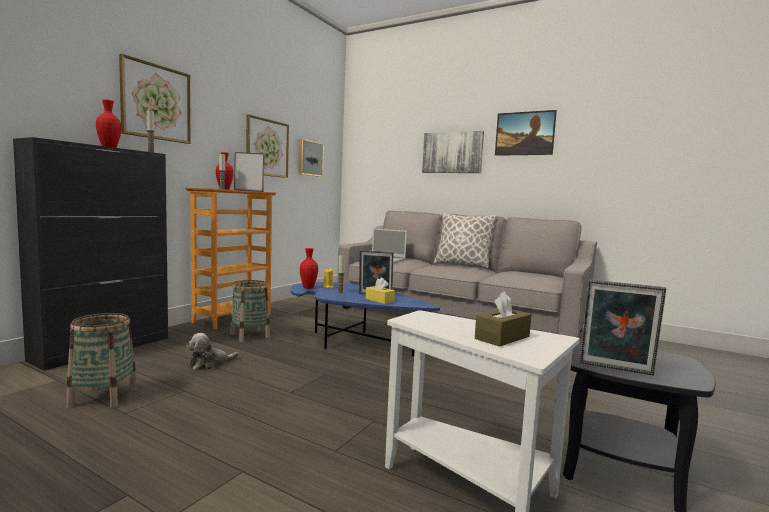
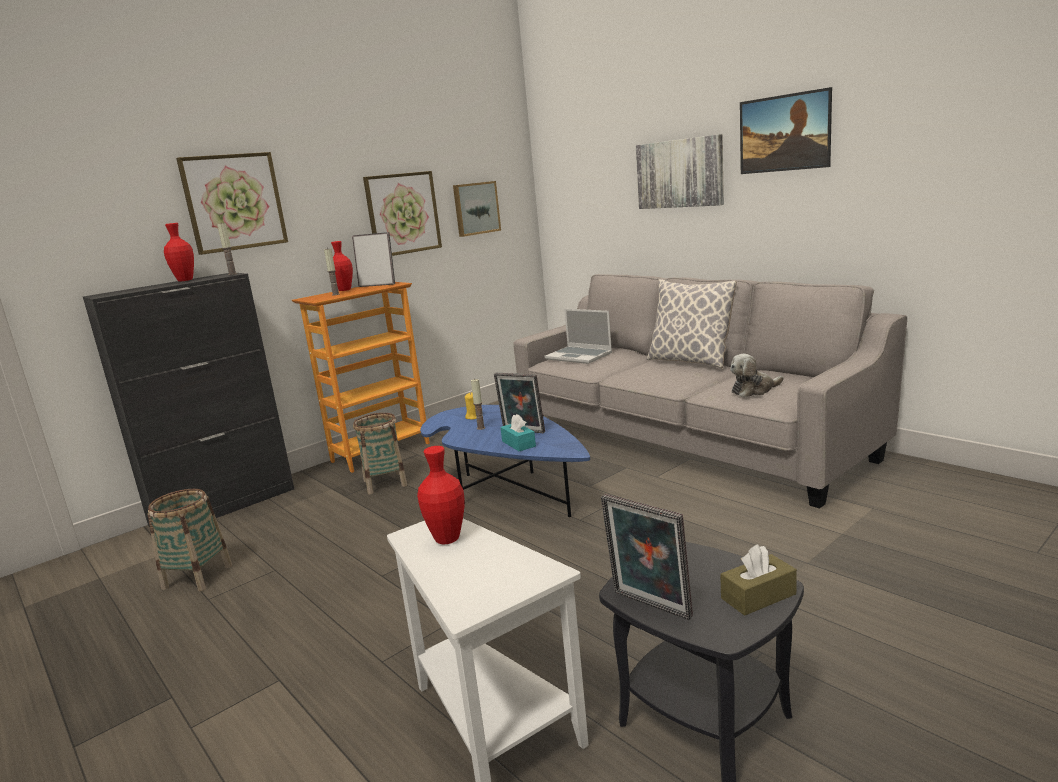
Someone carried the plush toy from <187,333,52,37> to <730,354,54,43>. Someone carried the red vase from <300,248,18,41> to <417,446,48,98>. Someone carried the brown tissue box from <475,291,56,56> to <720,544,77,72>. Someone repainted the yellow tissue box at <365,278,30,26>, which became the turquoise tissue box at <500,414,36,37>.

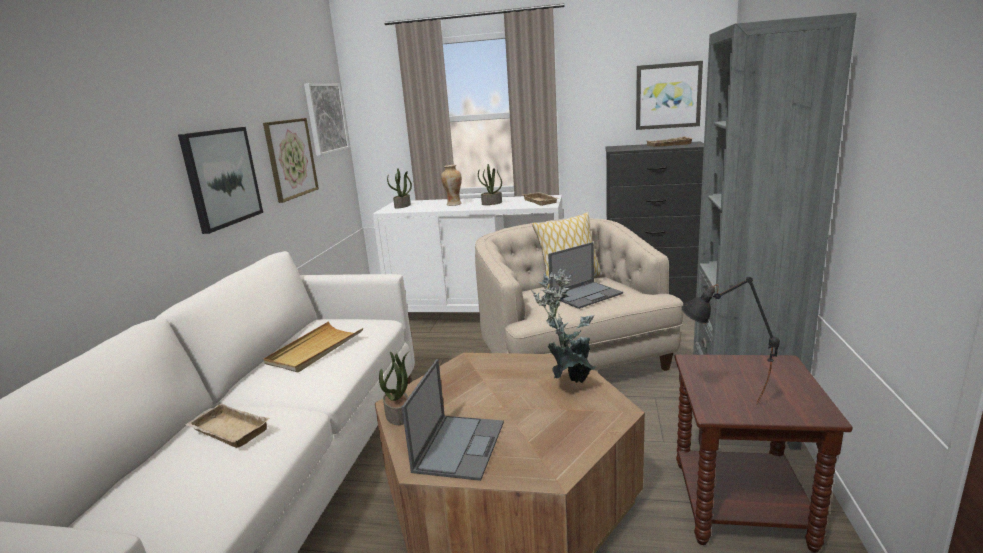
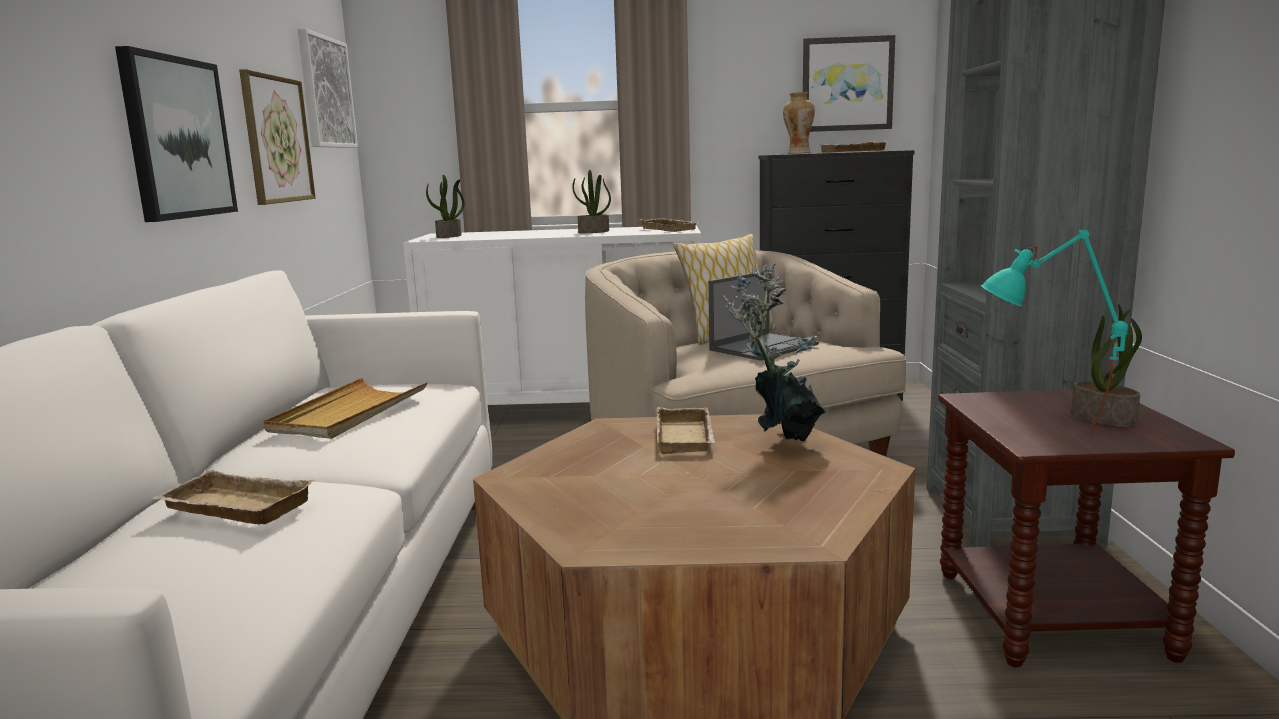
Someone took away the laptop at <402,359,102,122>. Someone put down the beige tray at <657,407,58,47>. Someone carried the potted plant from <379,352,30,73> to <1071,304,71,123>. Someone carried the vase from <441,165,21,41> to <783,92,32,62>. Someone repainted the black table lamp at <681,277,99,127>, which became the turquoise table lamp at <981,230,147,205>.

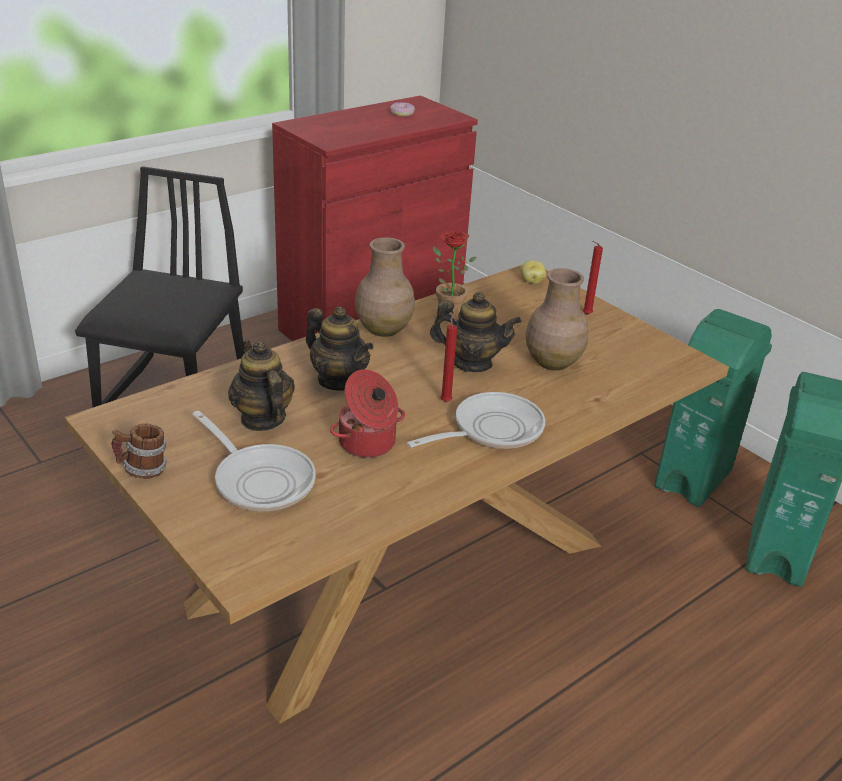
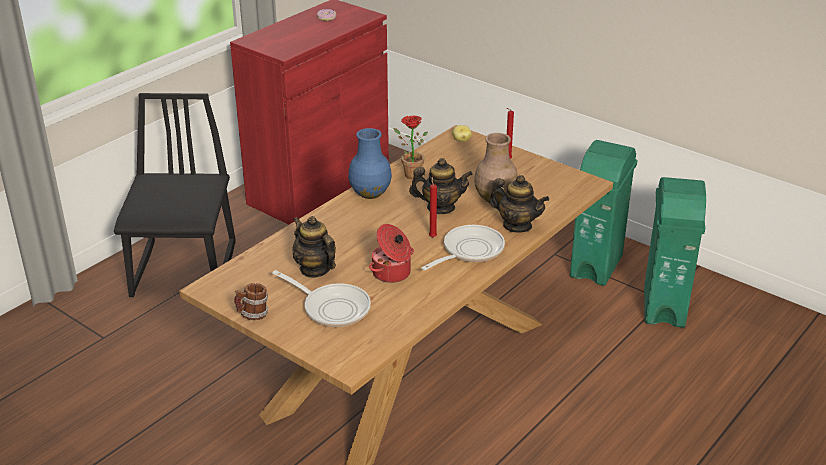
Someone carried the teapot from <306,307,68,84> to <489,175,60,58>. Someone repainted the brown vase at <355,238,60,99>, which became the blue vase at <348,128,44,71>.

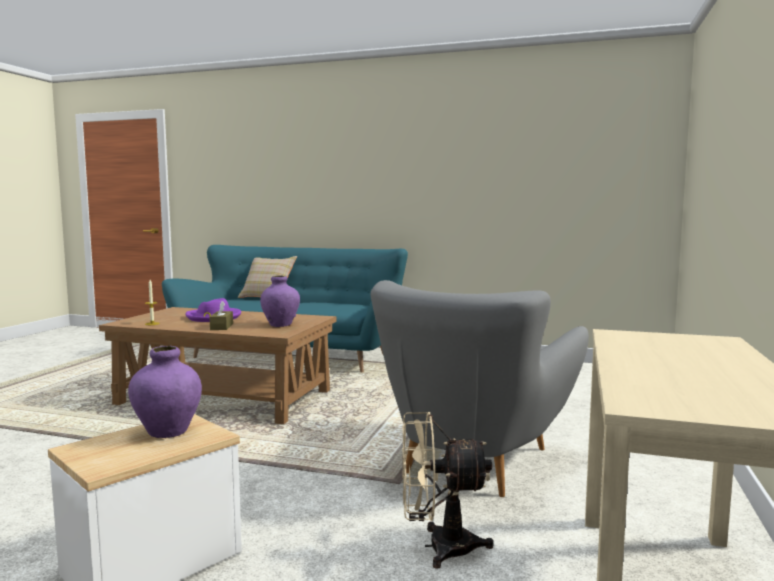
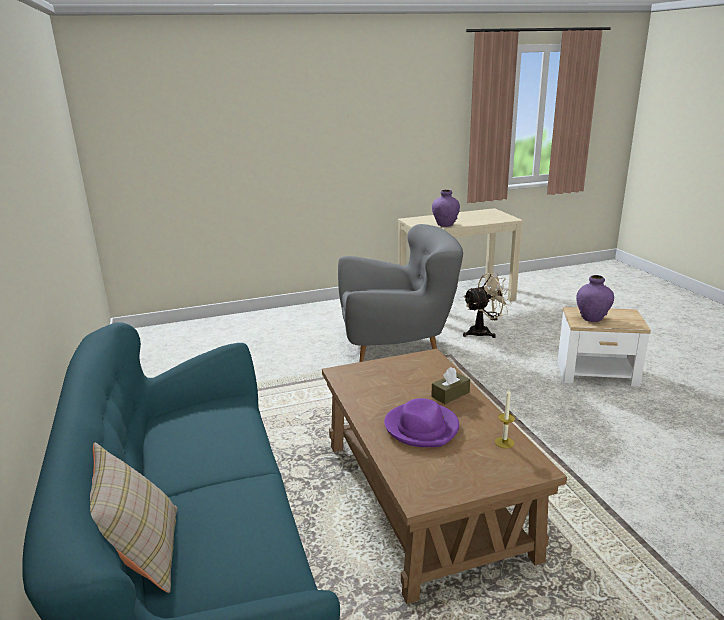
Someone carried the purple vase from <260,275,40,52> to <432,190,28,37>. Someone rotated the beige fan at <402,412,92,157> by 75 degrees counterclockwise.

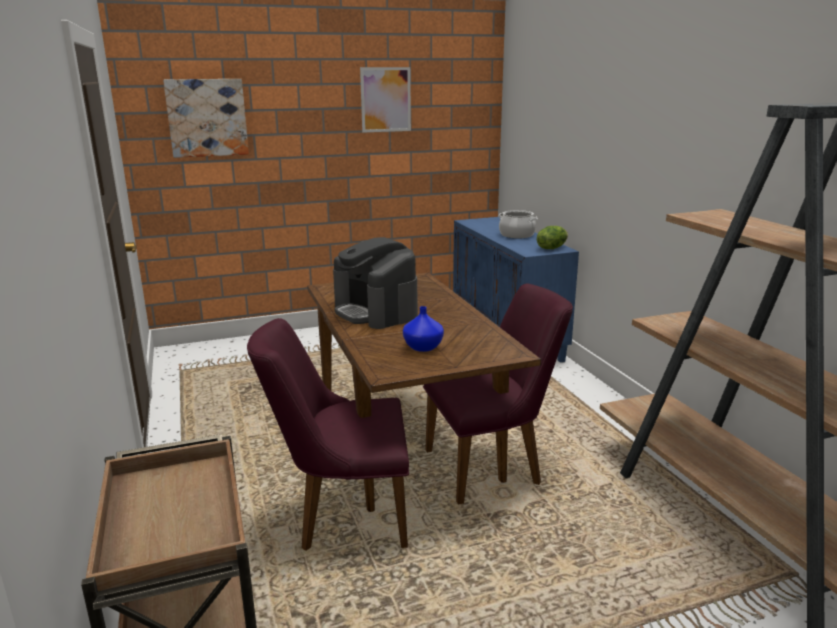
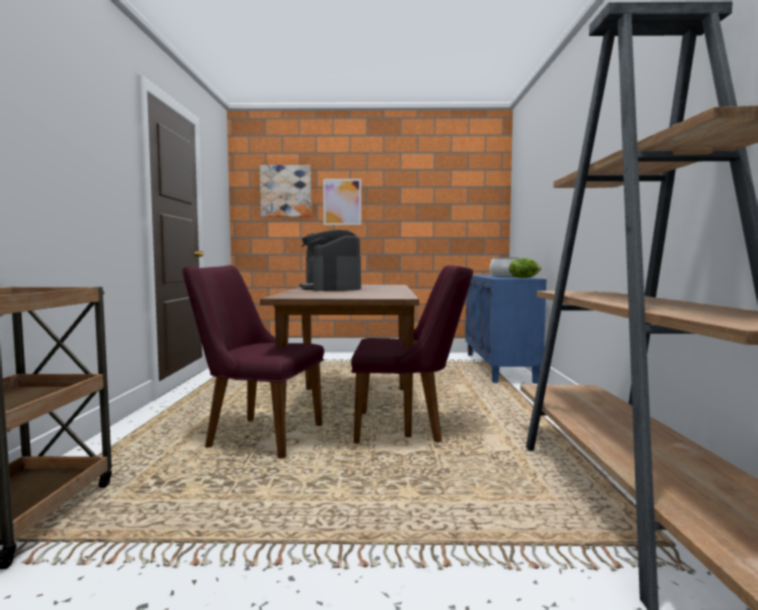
Someone took away the blue vase at <403,306,41,46>. Someone carried the picture from <360,67,51,66> to <323,179,38,46>.

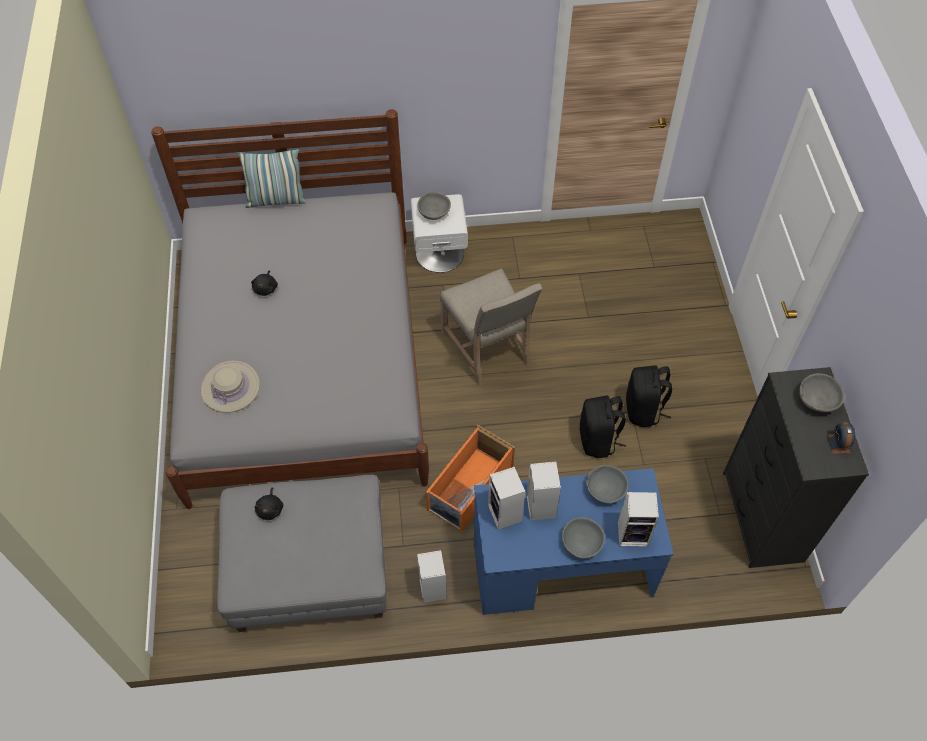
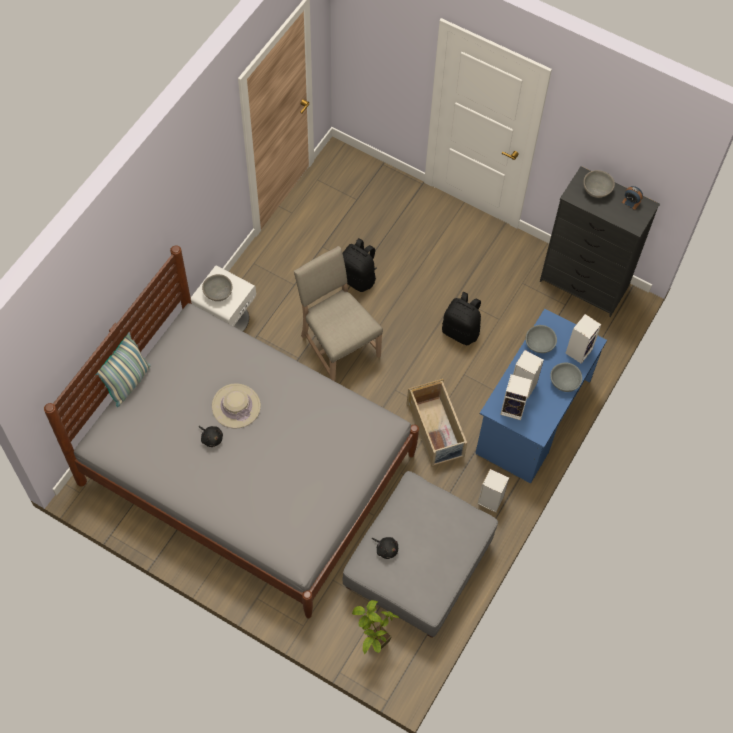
Someone put down the potted plant at <352,600,47,54>. Someone carried the beige hat from <201,361,59,52> to <212,383,49,45>. Someone carried the black backpack from <626,365,46,62> to <342,238,35,54>. Someone repainted the orange storage box at <426,424,89,108>, which became the beige storage box at <407,379,60,88>. Someone rotated the beige chair at <440,268,102,118> by 135 degrees counterclockwise.

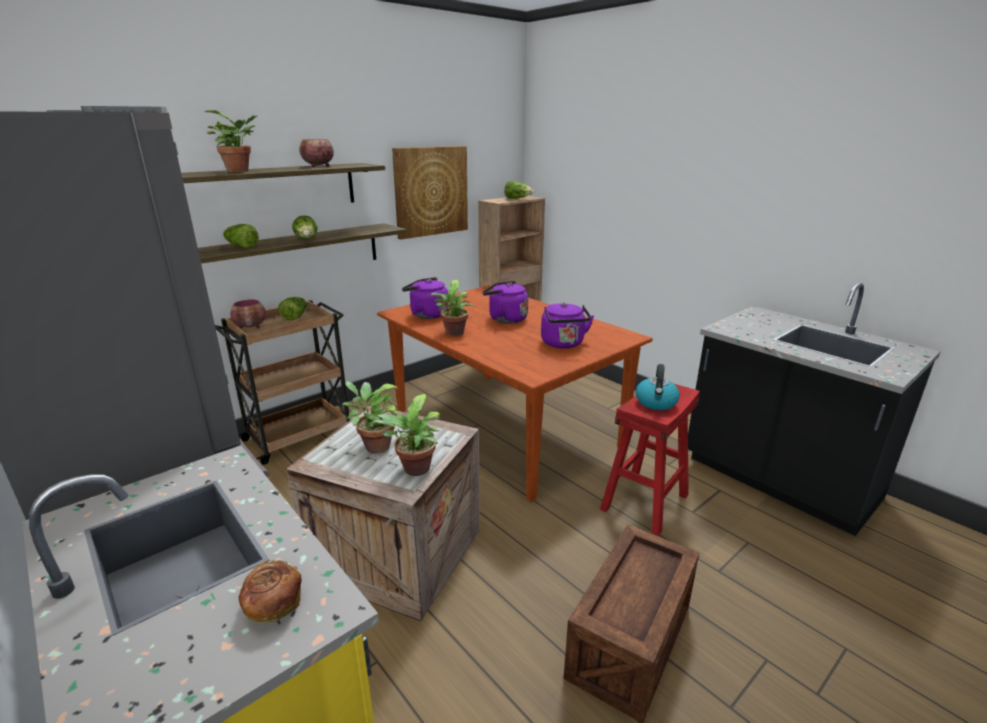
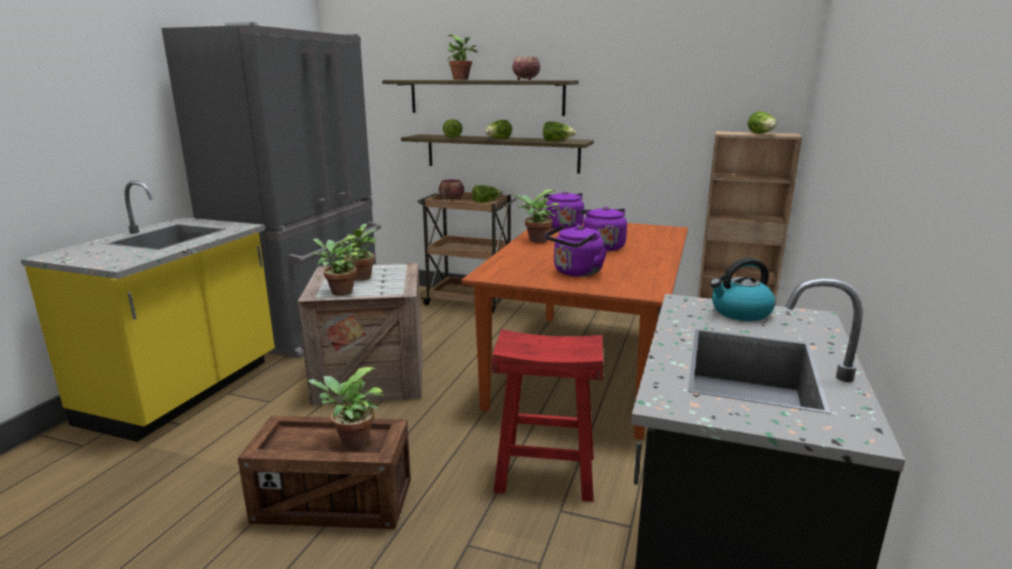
Someone took away the bread at <238,560,64,64>. Someone took away the picture at <392,146,76,94>. Someone put down the potted plant at <307,367,78,81>. Someone put down the lettuce at <543,121,33,20>. Someone carried the kettle from <636,364,44,46> to <710,258,65,63>.

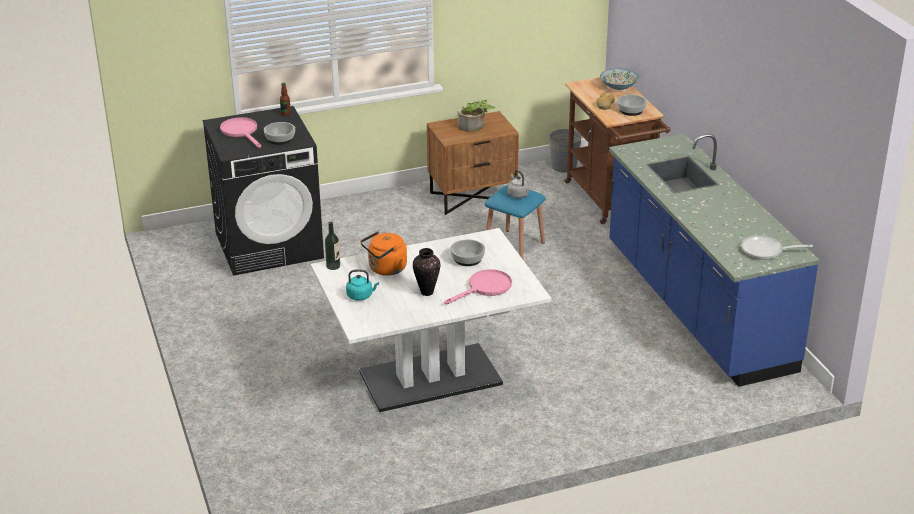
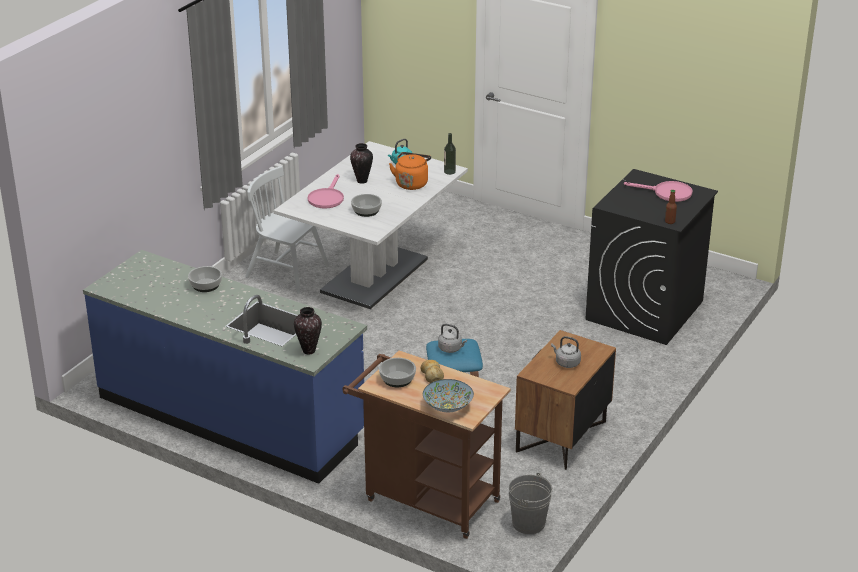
Someone took away the frying pan at <741,235,72,25>. Someone put down the white chair at <245,166,84,128>. Someone put down the vase at <294,307,28,48>. Someone carried the bowl from <264,122,31,23> to <188,266,34,26>. Someone swapped the potted plant at <458,99,37,33> for the grey kettle at <551,336,30,32>.

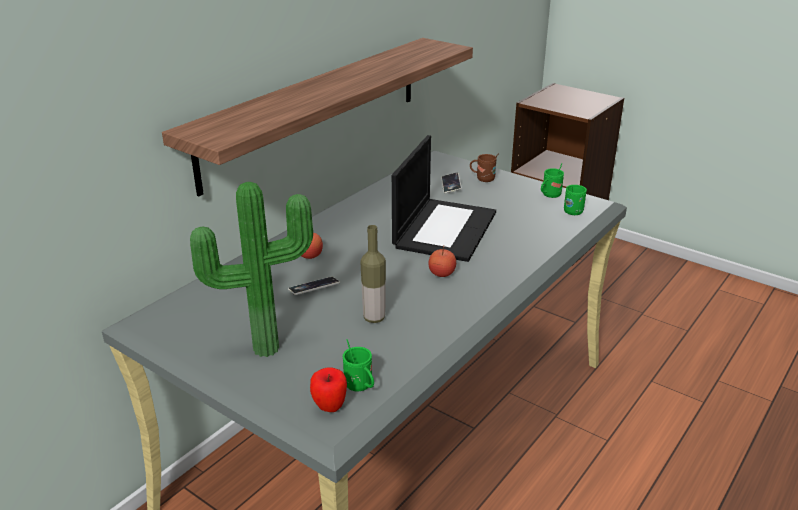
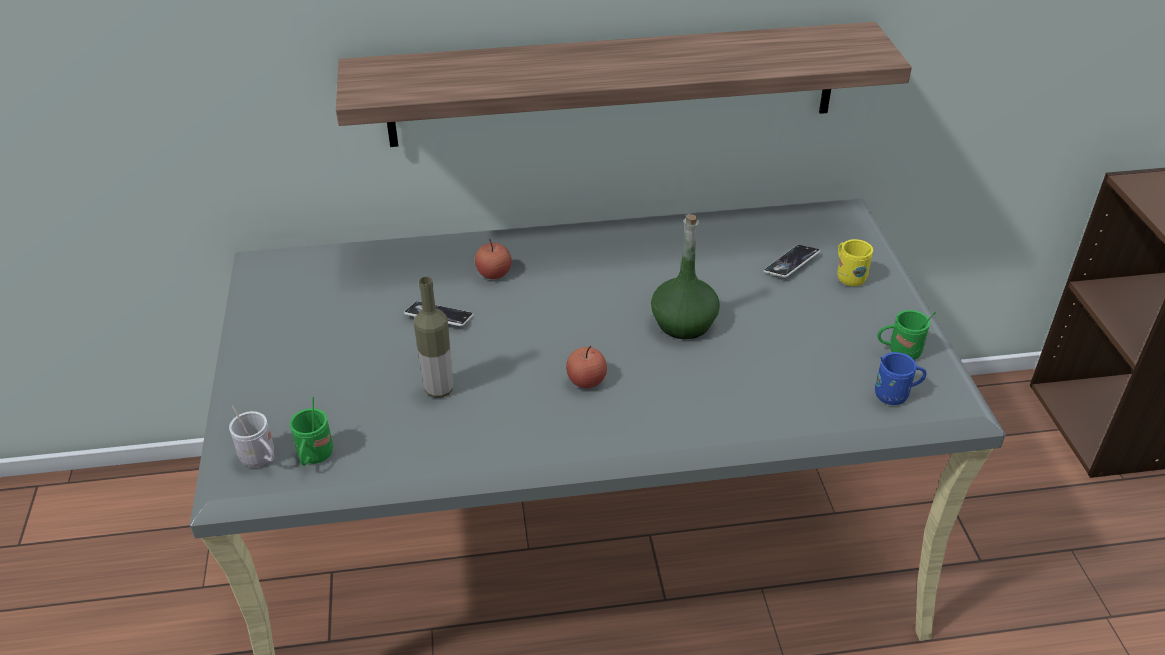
Someone took away the potted plant at <190,182,123,175>. Someone swapped the apple at <310,367,37,45> for the white mug at <229,405,46,62>. Someone swapped the laptop at <392,135,104,127> for the green bottle at <651,214,69,125>. Someone repainted the brown mug at <470,153,29,29>, which became the yellow mug at <837,239,36,47>. Someone repainted the green mug at <564,185,23,30>, which became the blue mug at <875,352,51,53>.

